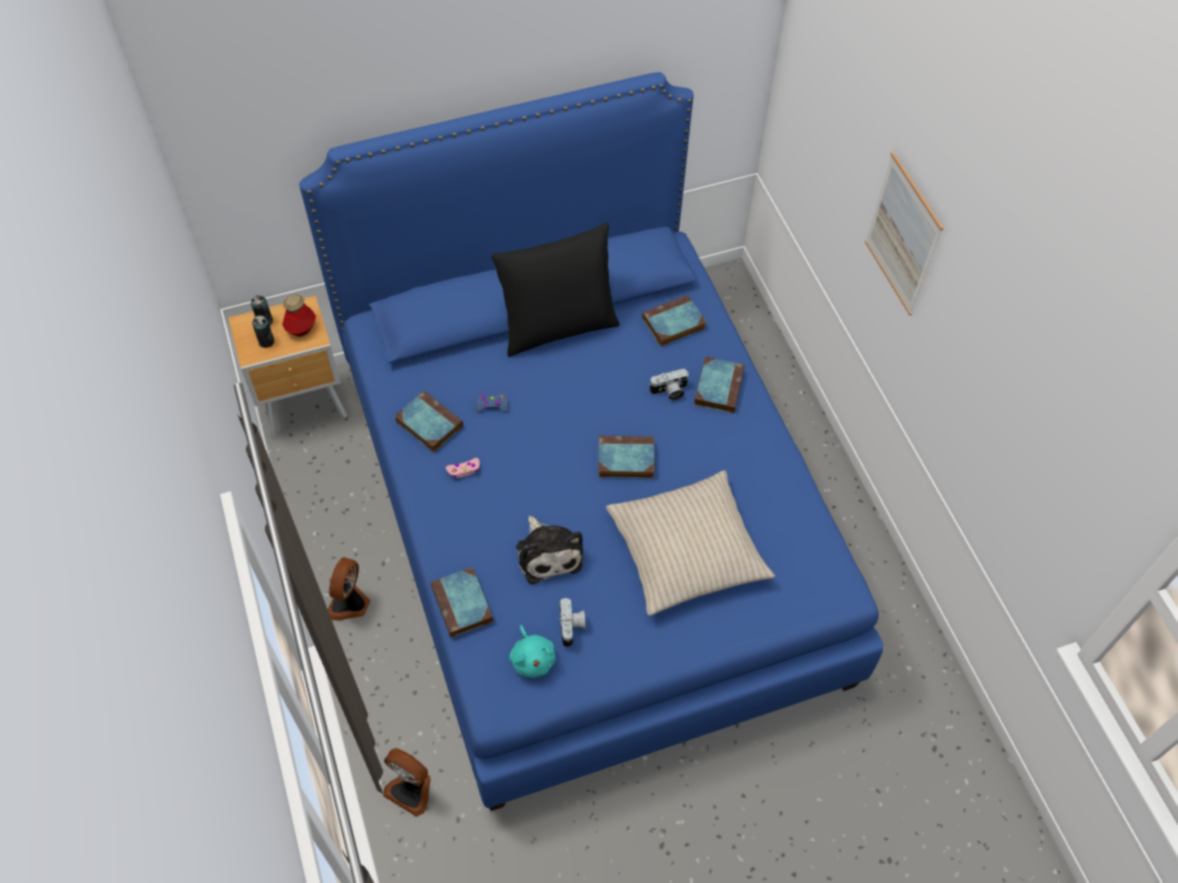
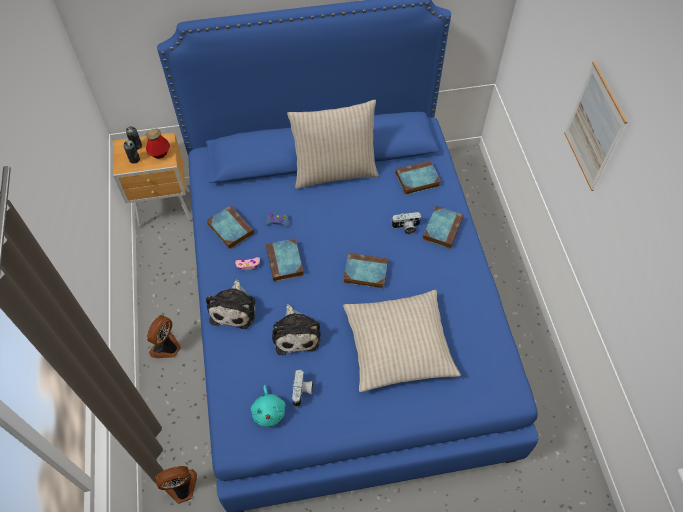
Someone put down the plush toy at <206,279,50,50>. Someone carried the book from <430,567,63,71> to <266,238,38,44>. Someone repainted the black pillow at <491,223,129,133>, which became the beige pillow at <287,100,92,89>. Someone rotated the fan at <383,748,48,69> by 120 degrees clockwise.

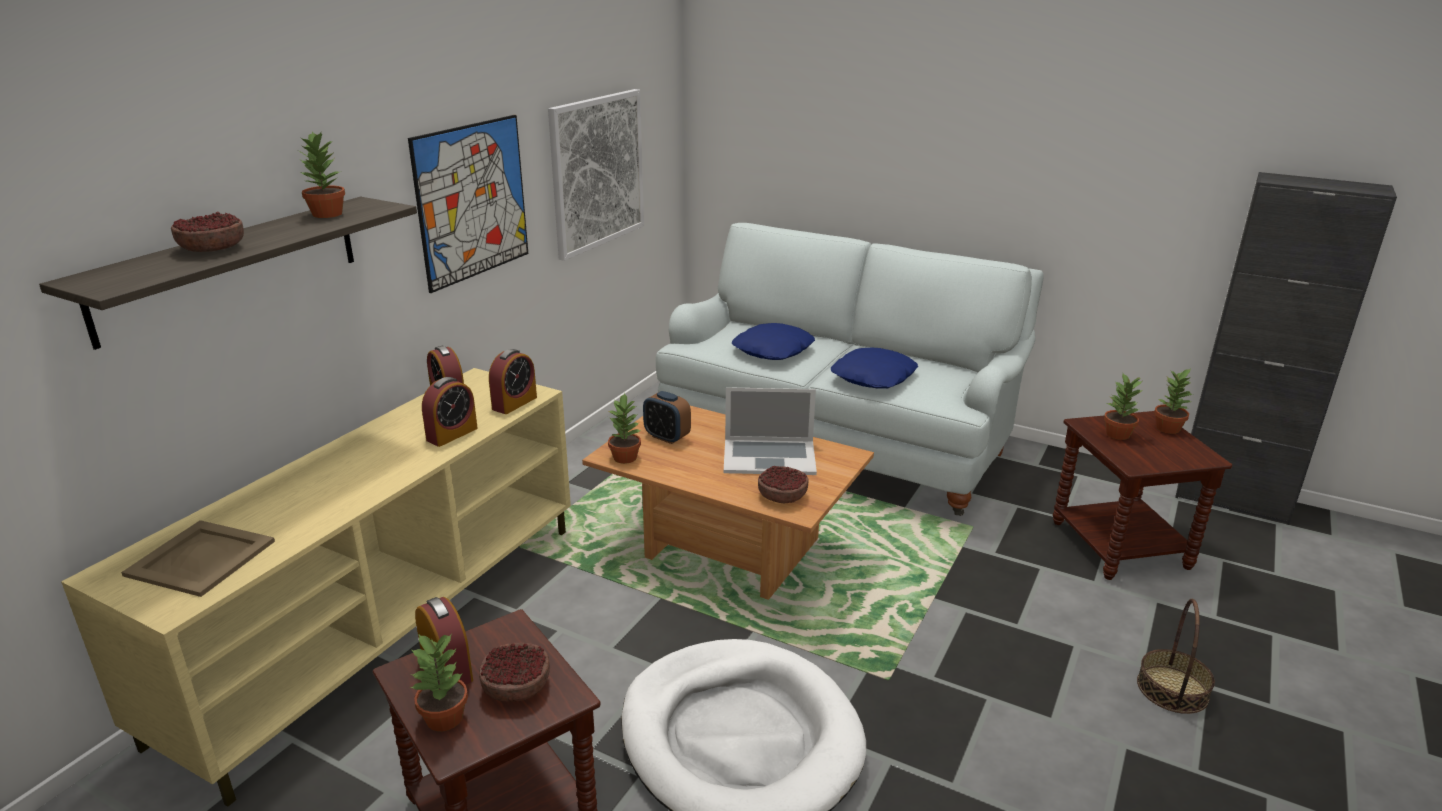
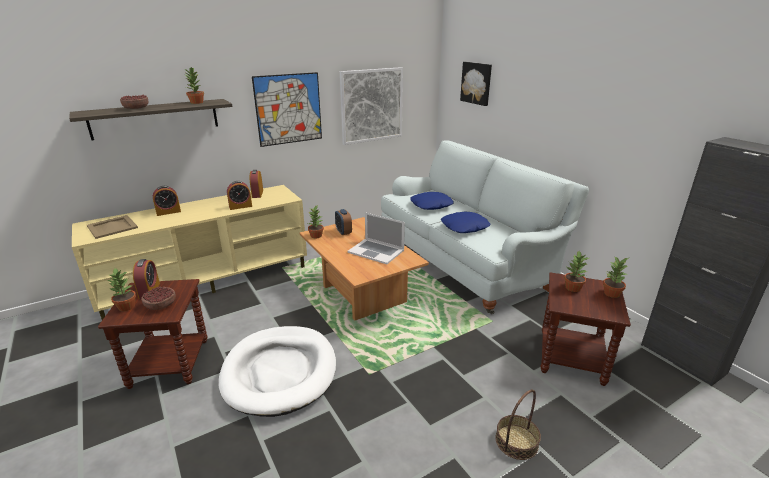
Someone took away the bowl at <758,466,51,37>. Someone put up the picture at <460,62,32,44>. Someone carried the alarm clock from <489,349,48,65> to <153,186,28,30>.

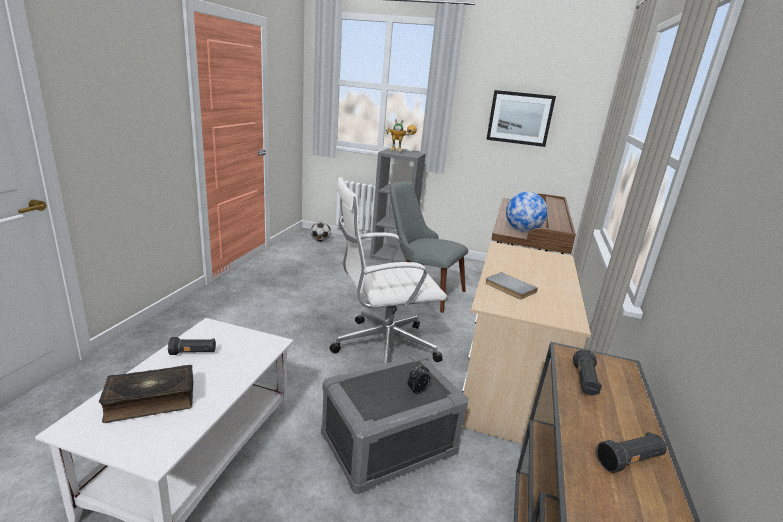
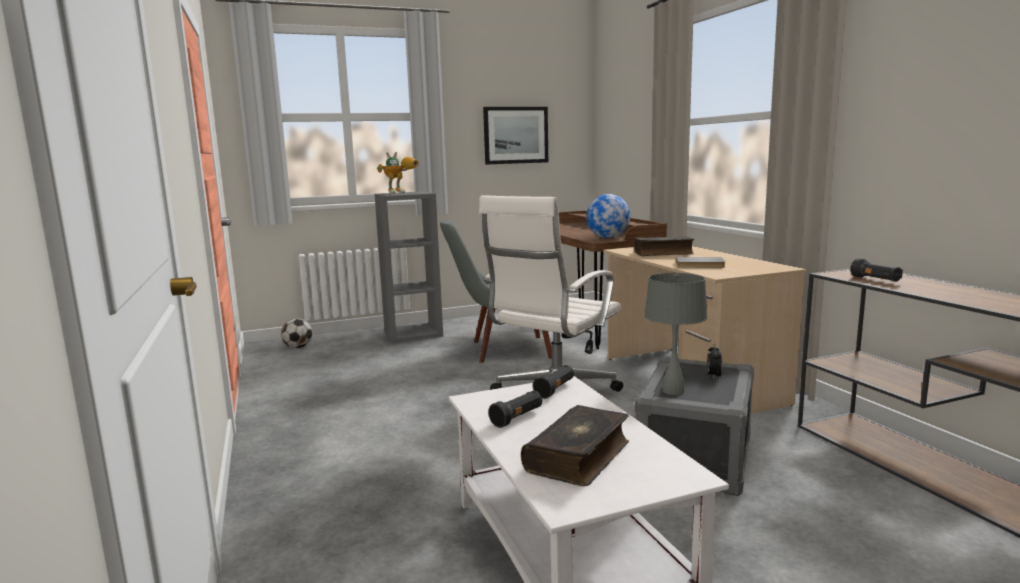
Someone put down the book at <634,236,60,20>. Someone put down the grey table lamp at <644,273,64,122>. Someone carried the black flashlight from <596,432,70,41> to <533,365,41,34>.

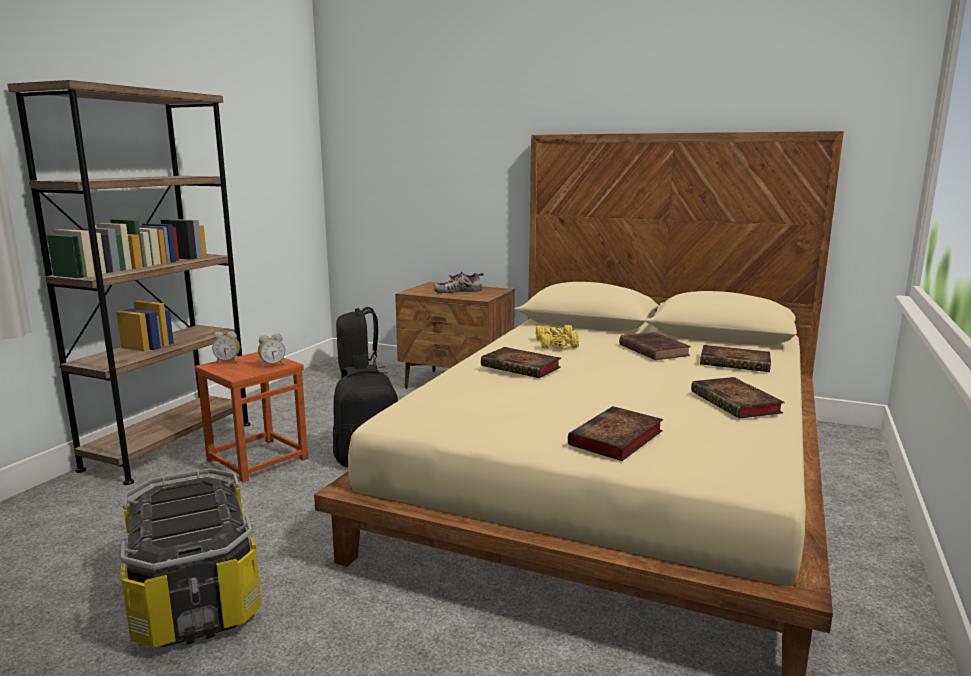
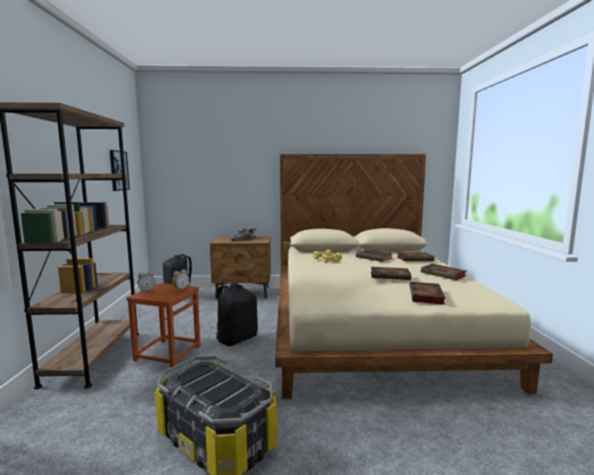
Someone put up the picture at <110,150,20,41>. Someone carried the book from <481,347,80,31> to <371,267,40,13>.

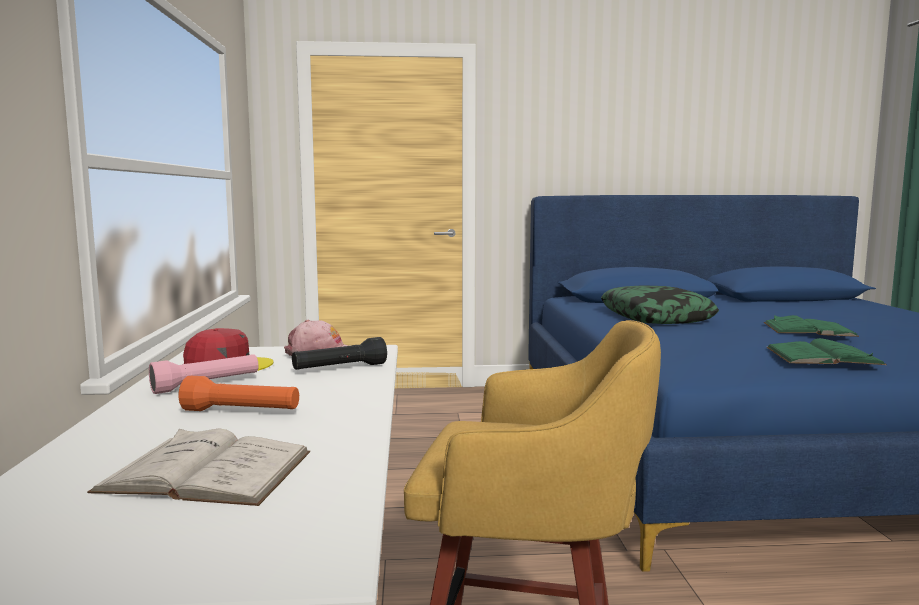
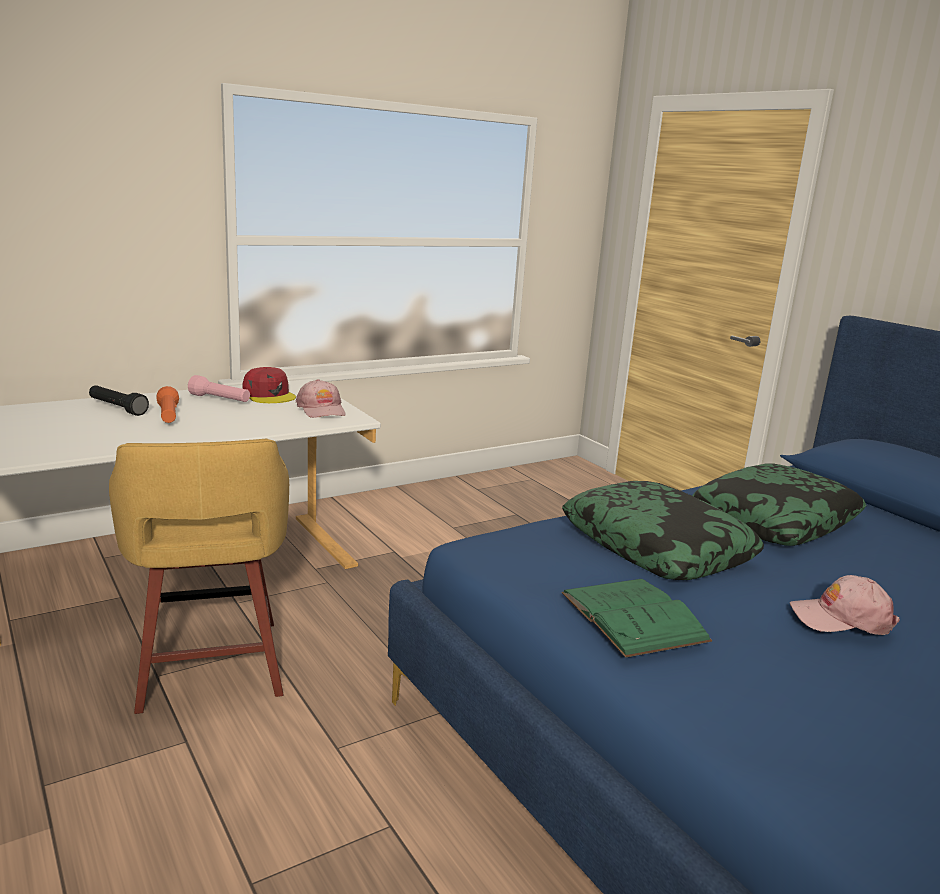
Someone took away the white book at <87,429,223,77>. Someone put down the pillow at <562,481,202,99>. Someone carried the black flashlight from <292,337,95,33> to <89,385,60,31>. Someone swapped the green book at <764,315,95,22> for the pink cap at <790,575,110,60>.

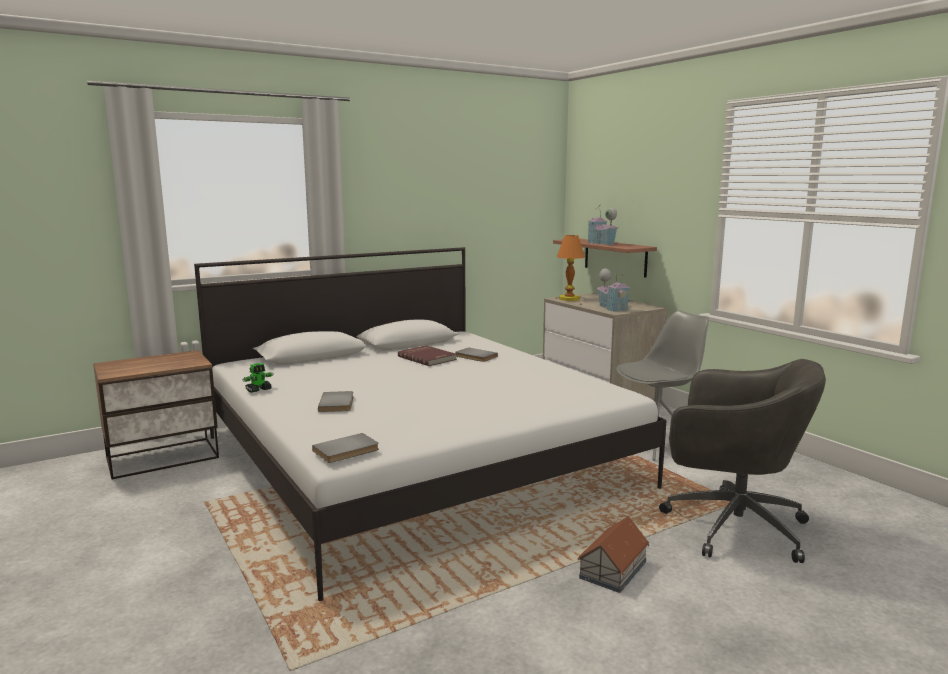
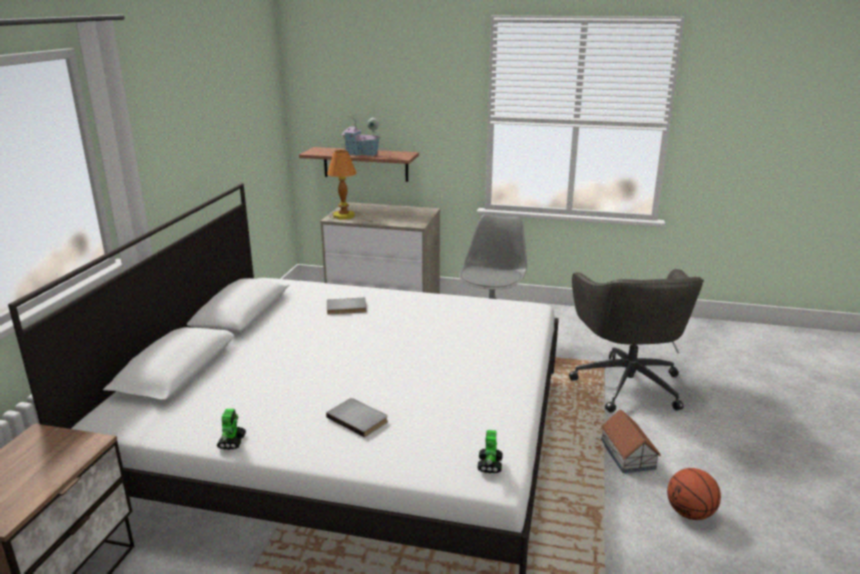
Someone took away the red book at <398,345,59,21>. Someone took away the toy house at <596,269,35,43>. Someone put down the basketball at <667,468,54,52>. Someone swapped the grey book at <312,433,67,30> for the toy robot at <477,430,26,43>. Someone rotated the grey office chair at <659,359,167,204> by 105 degrees clockwise.

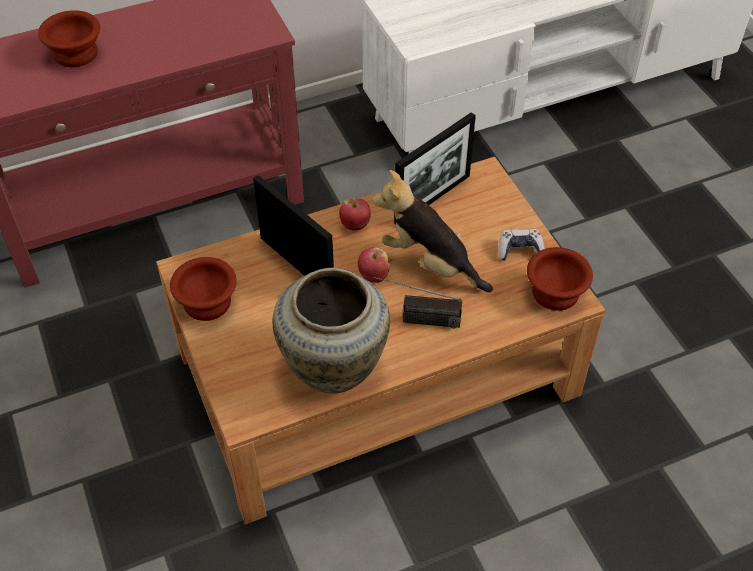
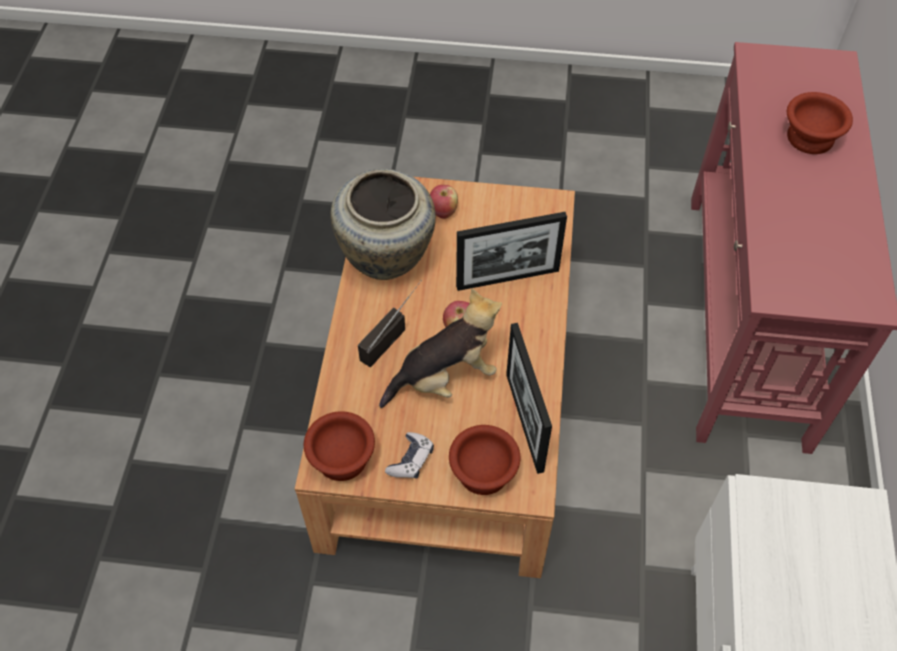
Someone carried the brown bowl from <170,257,67,64> to <449,425,72,70>. Someone carried the apple from <339,198,32,33> to <430,185,28,34>.

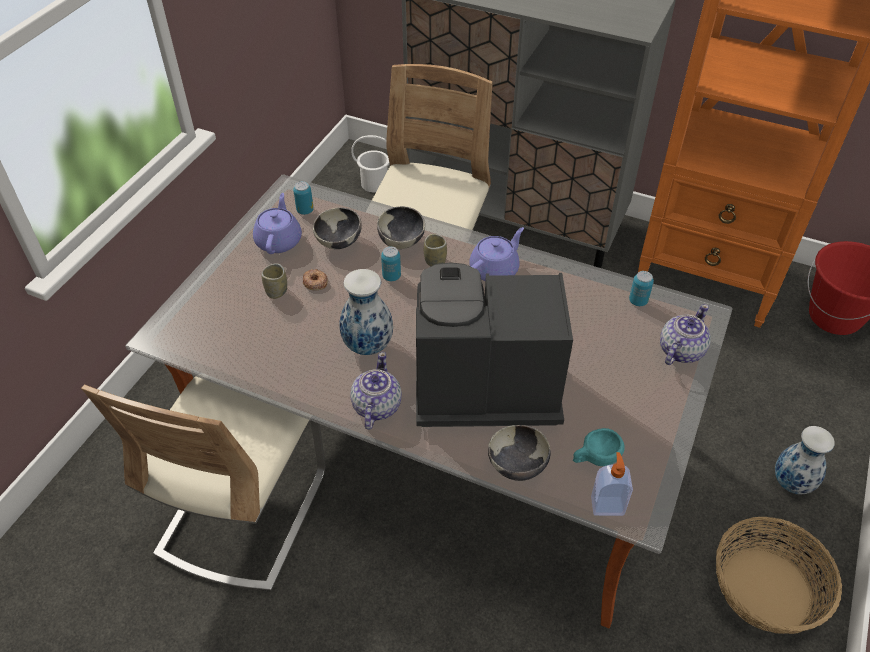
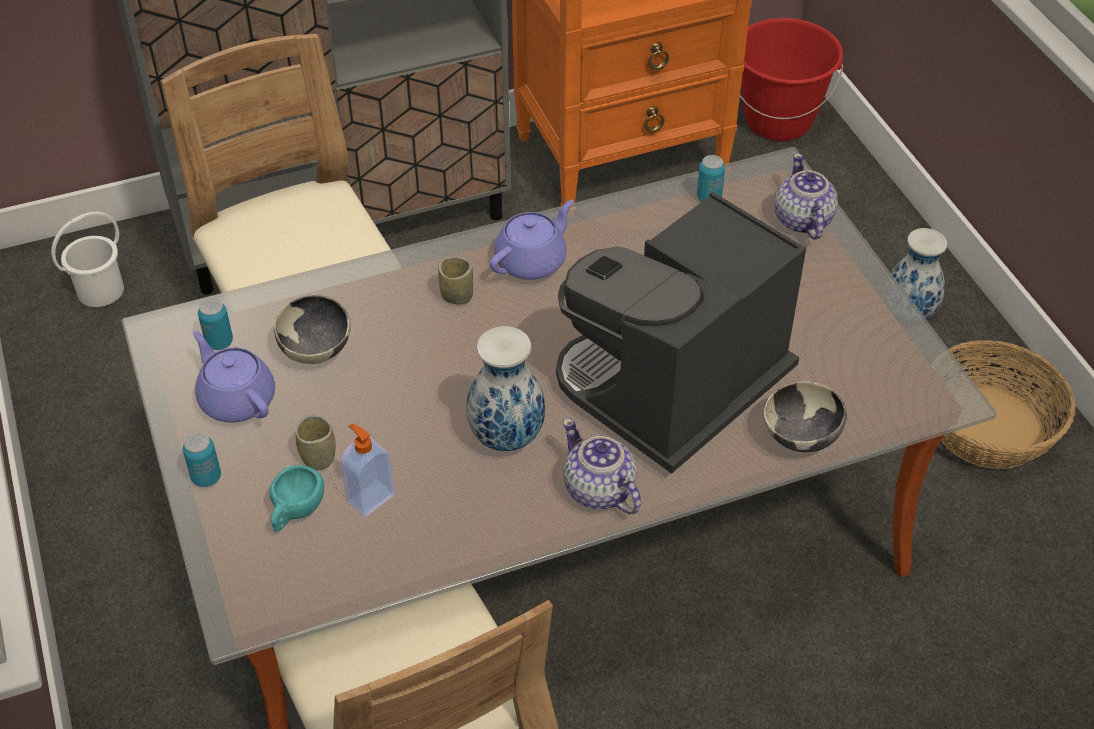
Someone took away the donut at <303,269,25,21>. Someone took away the bowl at <377,206,48,43>. Someone carried the can from <381,246,20,35> to <183,433,38,54>. Someone carried the turquoise cup from <573,428,52,38> to <269,465,55,67>. Someone carried the soap dispenser from <591,452,42,64> to <340,424,55,93>. Someone rotated the purple teapot at <469,227,55,54> by 45 degrees clockwise.

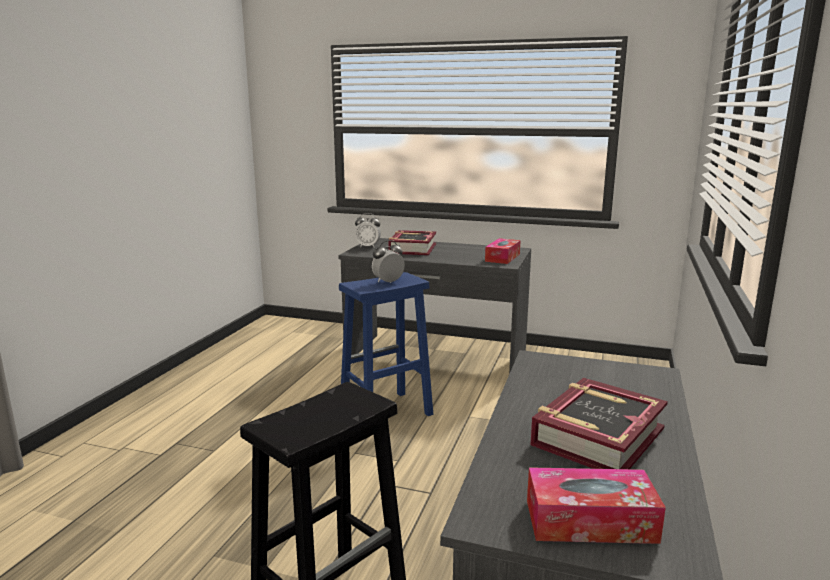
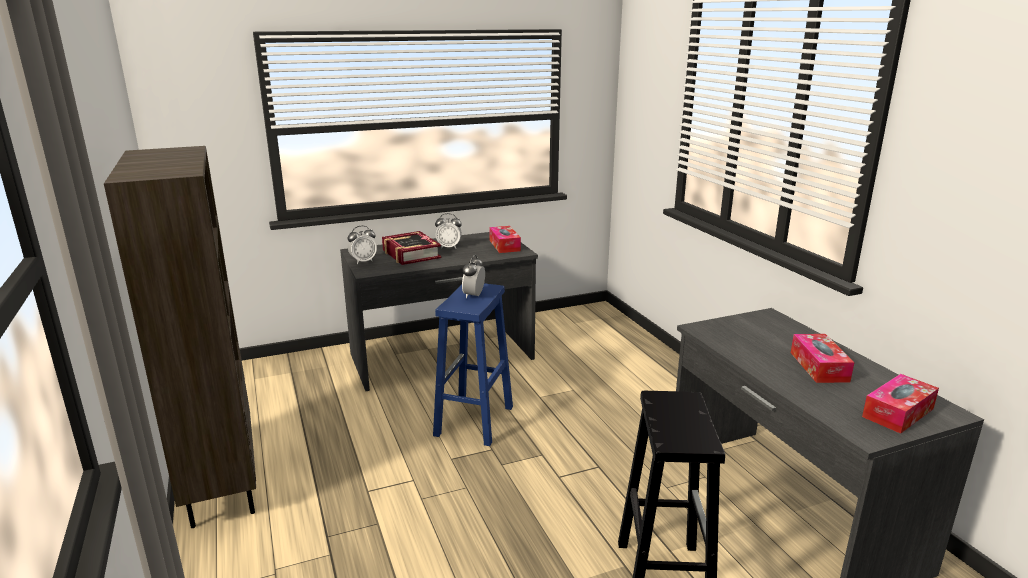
Someone put down the brown bookcase at <104,146,152,382>. Someone put down the alarm clock at <435,213,27,36>. Someone swapped the book at <530,378,138,91> for the tissue box at <791,334,64,49>.

